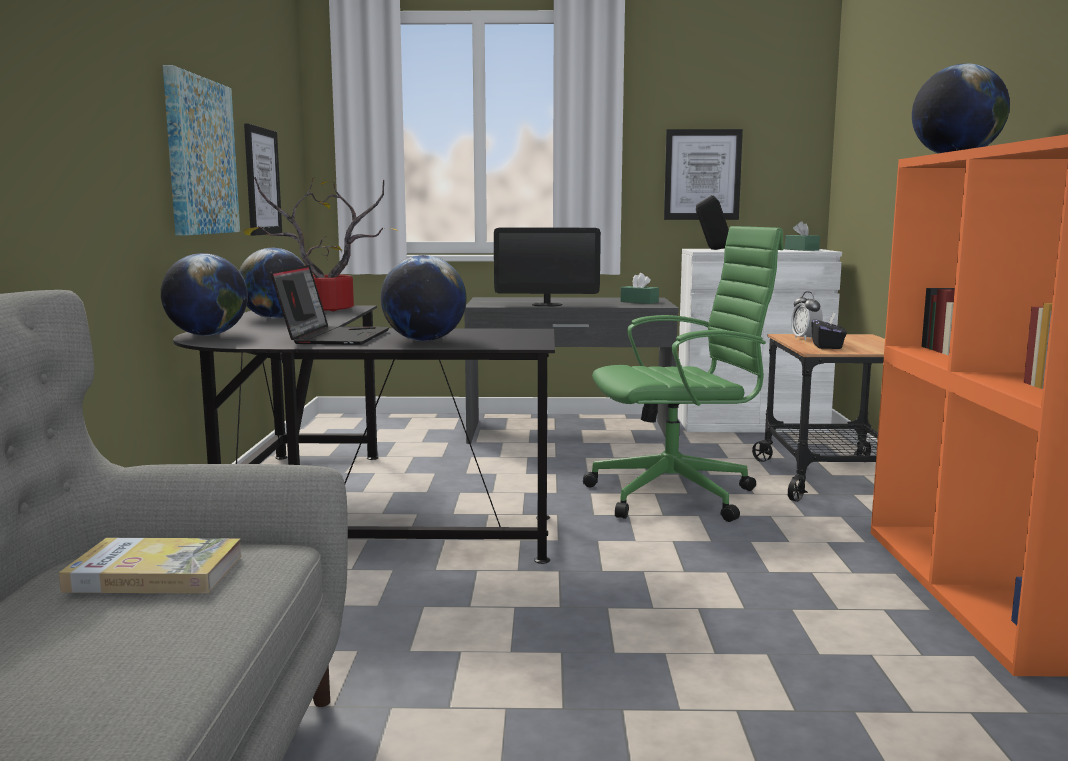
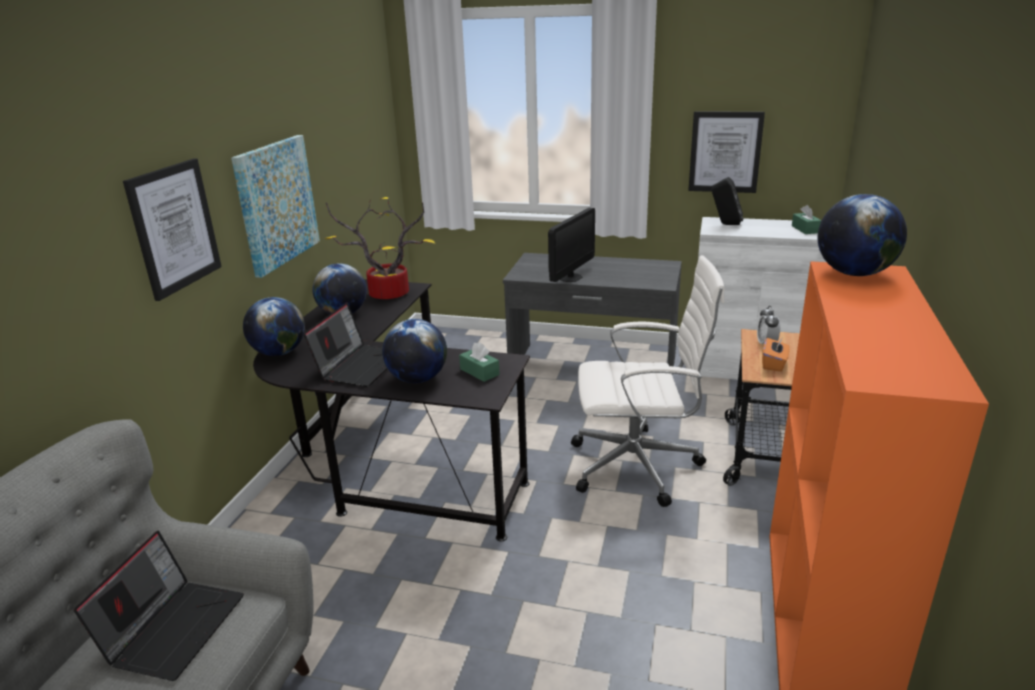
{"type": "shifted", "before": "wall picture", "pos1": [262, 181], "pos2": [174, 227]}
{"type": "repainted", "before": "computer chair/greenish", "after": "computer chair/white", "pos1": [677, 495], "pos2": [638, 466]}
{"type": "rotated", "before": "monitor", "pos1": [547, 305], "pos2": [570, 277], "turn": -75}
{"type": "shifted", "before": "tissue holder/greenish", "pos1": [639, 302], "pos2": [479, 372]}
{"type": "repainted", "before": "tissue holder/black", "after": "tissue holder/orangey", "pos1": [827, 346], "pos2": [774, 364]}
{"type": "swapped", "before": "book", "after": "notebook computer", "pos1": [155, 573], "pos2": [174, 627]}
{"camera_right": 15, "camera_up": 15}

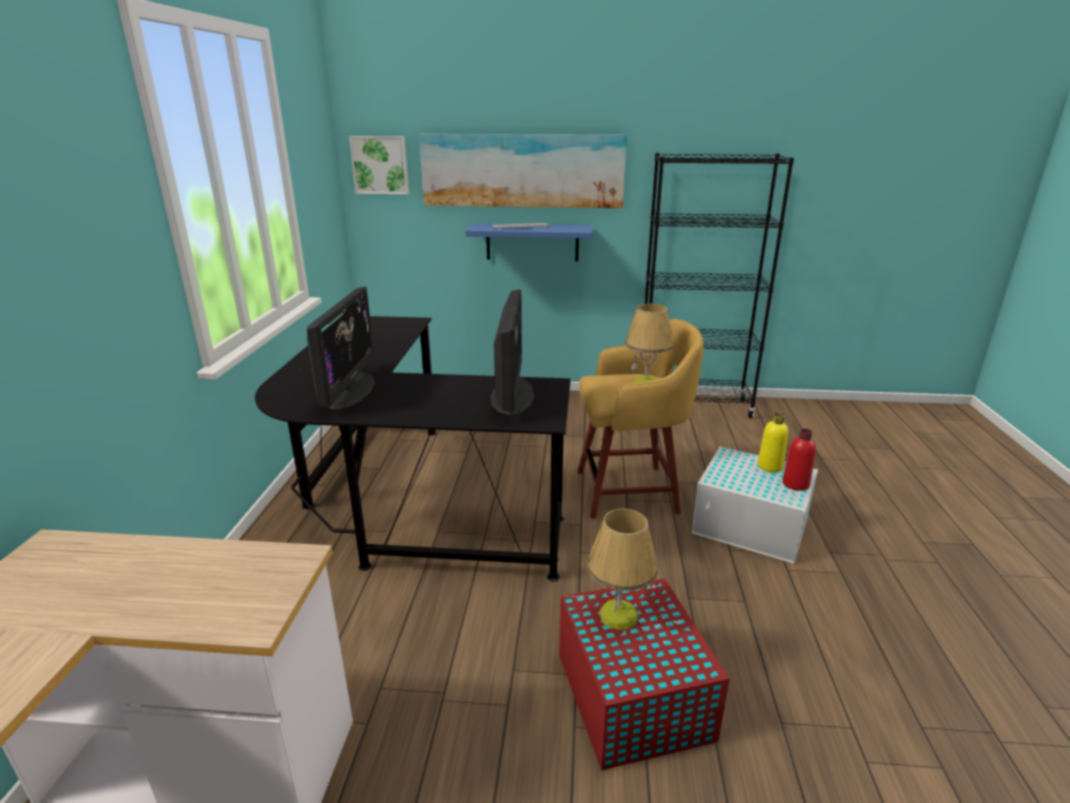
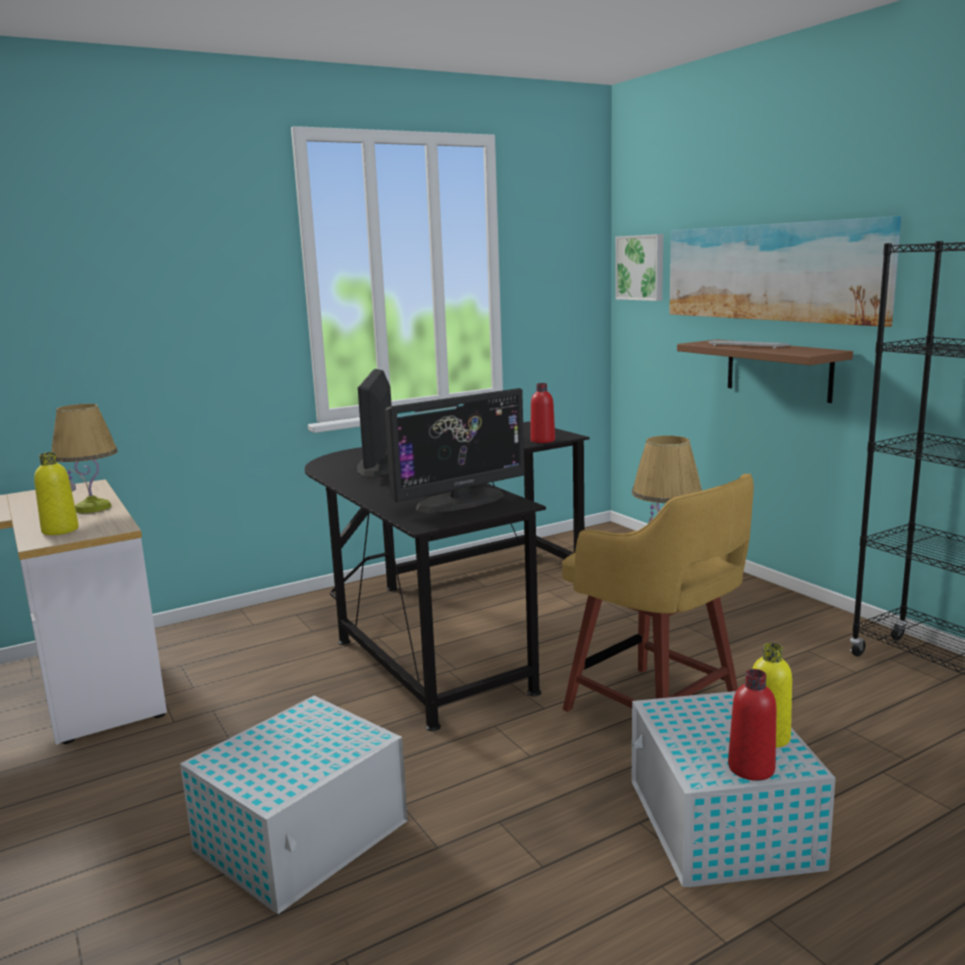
{"type": "repainted", "before": "wall shelf/blue-coloured", "after": "wall shelf/brown-coloured", "pos1": [532, 242], "pos2": [778, 369]}
{"type": "rotated", "before": "monitor", "pos1": [349, 390], "pos2": [379, 465], "turn": 120}
{"type": "shifted", "before": "table lamp", "pos1": [618, 615], "pos2": [93, 508]}
{"type": "repainted", "before": "storage container/reddish", "after": "storage container/white", "pos1": [632, 694], "pos2": [305, 835]}
{"type": "new", "after": "drink bottle/reddish", "pos2": [542, 440]}
{"type": "new", "after": "drink bottle/yellow-coloured", "pos2": [60, 530]}
{"camera_right": 55, "camera_up": -10}

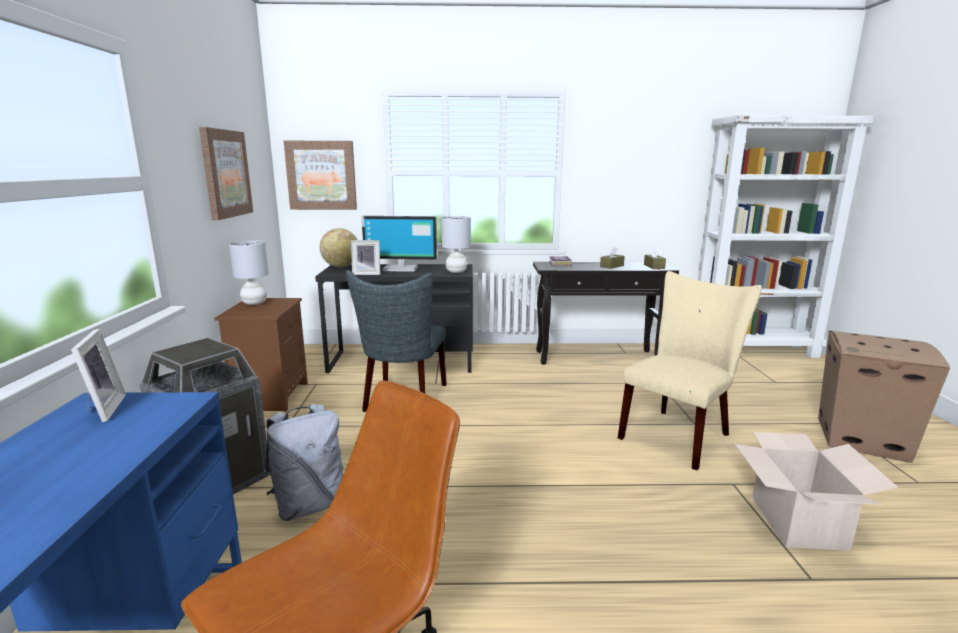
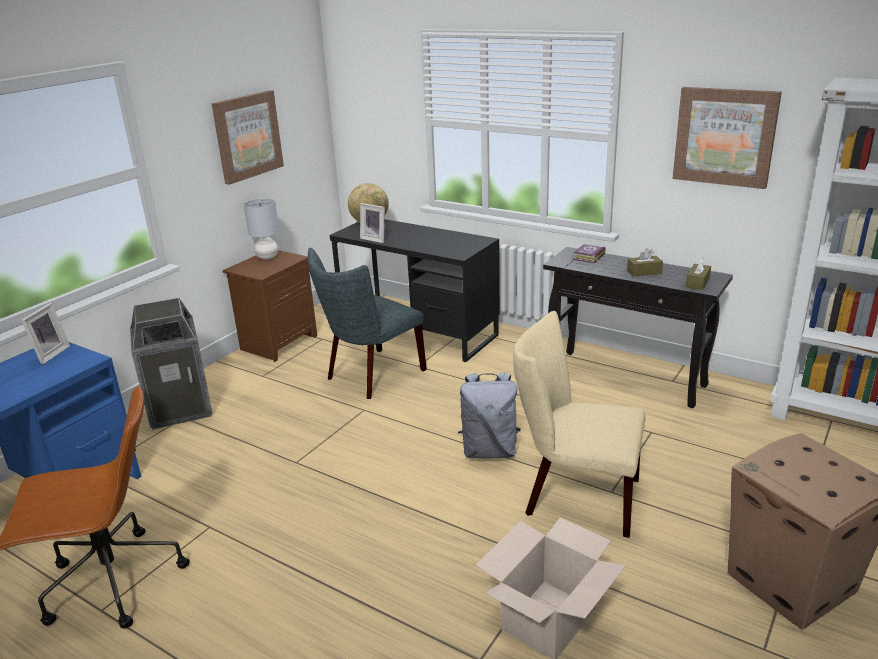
{"type": "shifted", "before": "wall picture", "pos1": [321, 175], "pos2": [725, 136]}
{"type": "gone", "before": "monitor", "pos1": [401, 268]}
{"type": "gone", "before": "table lamp/grey", "pos1": [456, 271]}
{"type": "rotated", "before": "plain chair/beige-coloured", "pos1": [678, 434], "pos2": [574, 496], "turn": -150}
{"type": "shifted", "before": "knapsack/grey", "pos1": [309, 505], "pos2": [489, 450]}
{"camera_right": 35, "camera_up": 10}

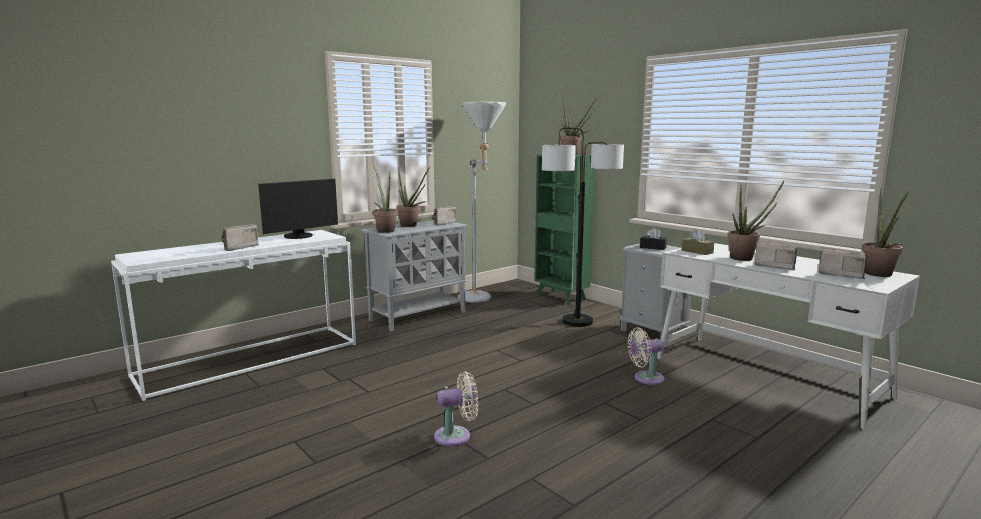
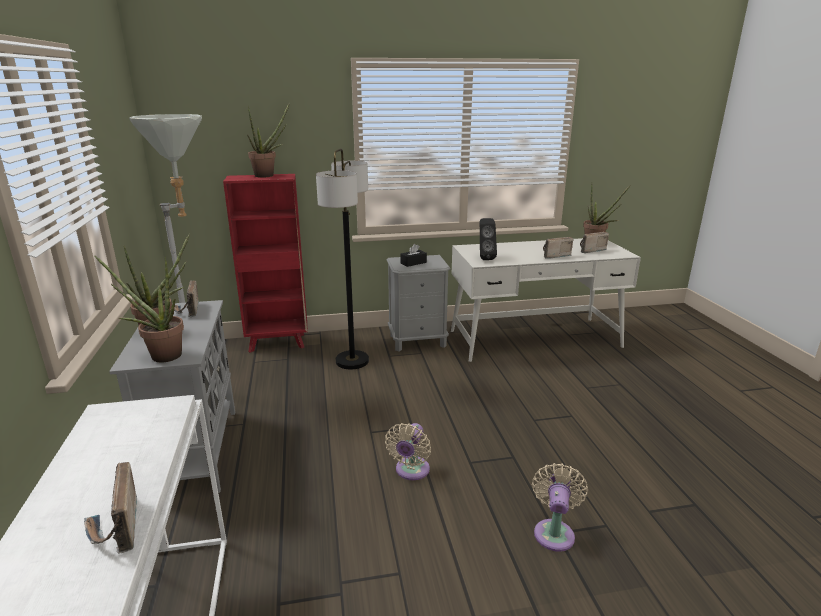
{"type": "repainted", "before": "bookcase/greenish", "after": "bookcase/reddish", "pos1": [561, 297], "pos2": [278, 343]}
{"type": "gone", "before": "monitor", "pos1": [300, 236]}
{"type": "gone", "before": "plant in a pot", "pos1": [746, 258]}
{"type": "swapped", "before": "tissue holder/brown-coloured", "after": "audio speaker/black", "pos1": [697, 251], "pos2": [484, 258]}
{"type": "shifted", "before": "fan/beige-coloured", "pos1": [645, 379], "pos2": [411, 471]}
{"camera_right": -60, "camera_up": 10}

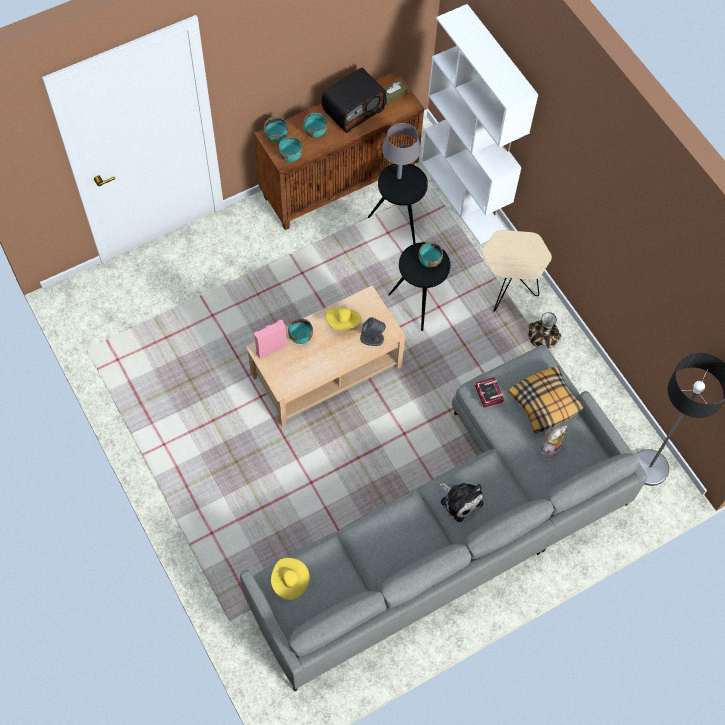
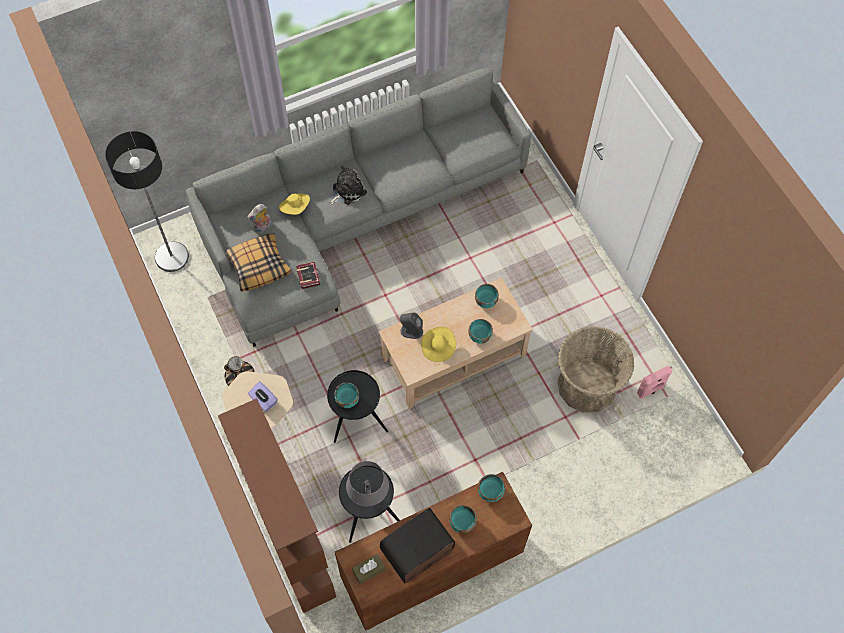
{"type": "repainted", "before": "bookcase/white", "after": "bookcase/brown-coloured", "pos1": [464, 196], "pos2": [293, 547]}
{"type": "shifted", "before": "deep dish/turquoise-coloured", "pos1": [276, 136], "pos2": [486, 301]}
{"type": "shifted", "before": "audio speaker/pinkish", "pos1": [271, 348], "pos2": [650, 391]}
{"type": "rotated", "before": "soft toy", "pos1": [460, 500], "pos2": [347, 191], "turn": 90}
{"type": "shifted", "before": "hat/yellow-coloured", "pos1": [289, 581], "pos2": [295, 208]}
{"type": "new", "after": "basket", "pos2": [587, 385]}
{"type": "new", "after": "tissue holder/purple", "pos2": [264, 401]}
{"camera_right": -175, "camera_up": 0}

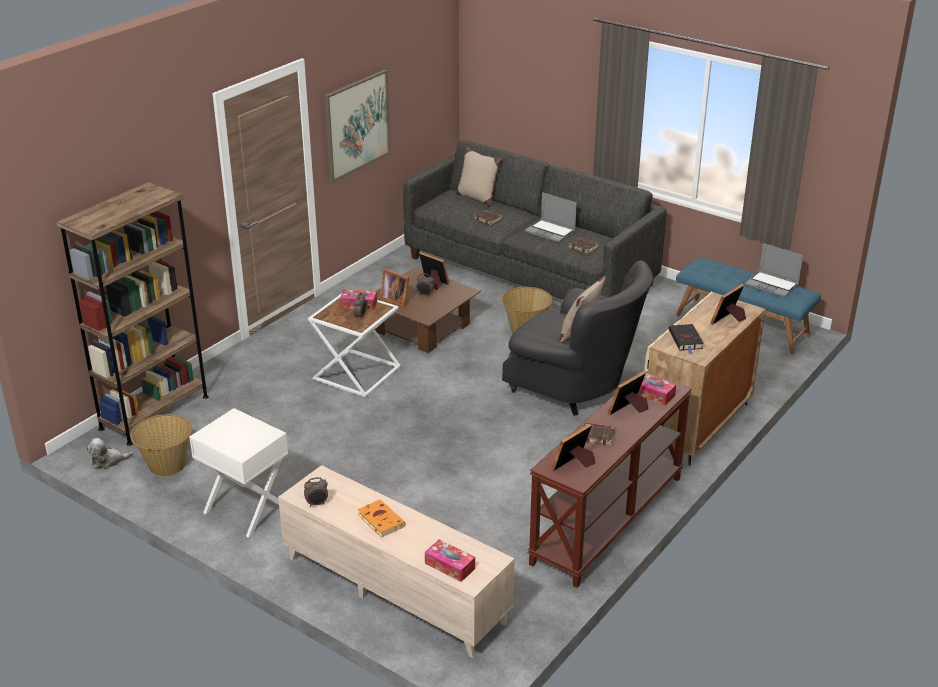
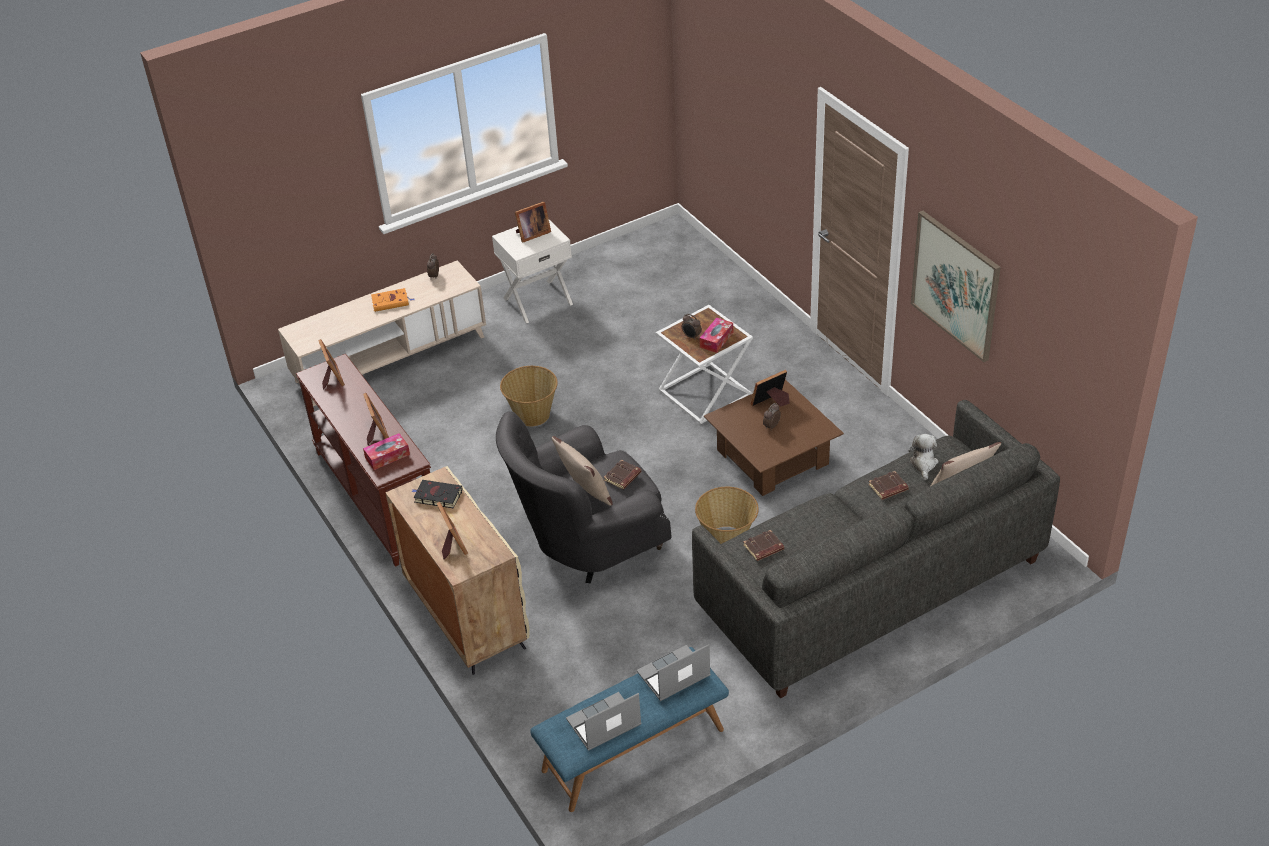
{"type": "gone", "before": "bookcase/brown-coloured", "pos1": [154, 412]}
{"type": "shifted", "before": "notebook computer", "pos1": [551, 232], "pos2": [673, 676]}
{"type": "shifted", "before": "picture frame", "pos1": [433, 283], "pos2": [532, 234]}
{"type": "shifted", "before": "basket", "pos1": [166, 465], "pos2": [532, 414]}
{"type": "shifted", "before": "book/brown-coloured", "pos1": [598, 436], "pos2": [622, 477]}
{"type": "shifted", "before": "soft toy", "pos1": [108, 461], "pos2": [923, 464]}
{"type": "gone", "before": "tissue holder", "pos1": [450, 566]}
{"camera_right": 115, "camera_up": 10}

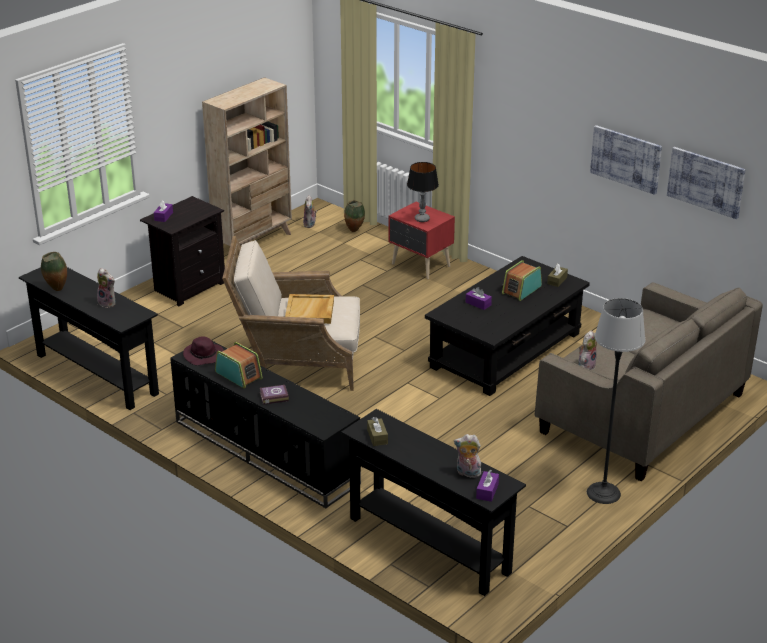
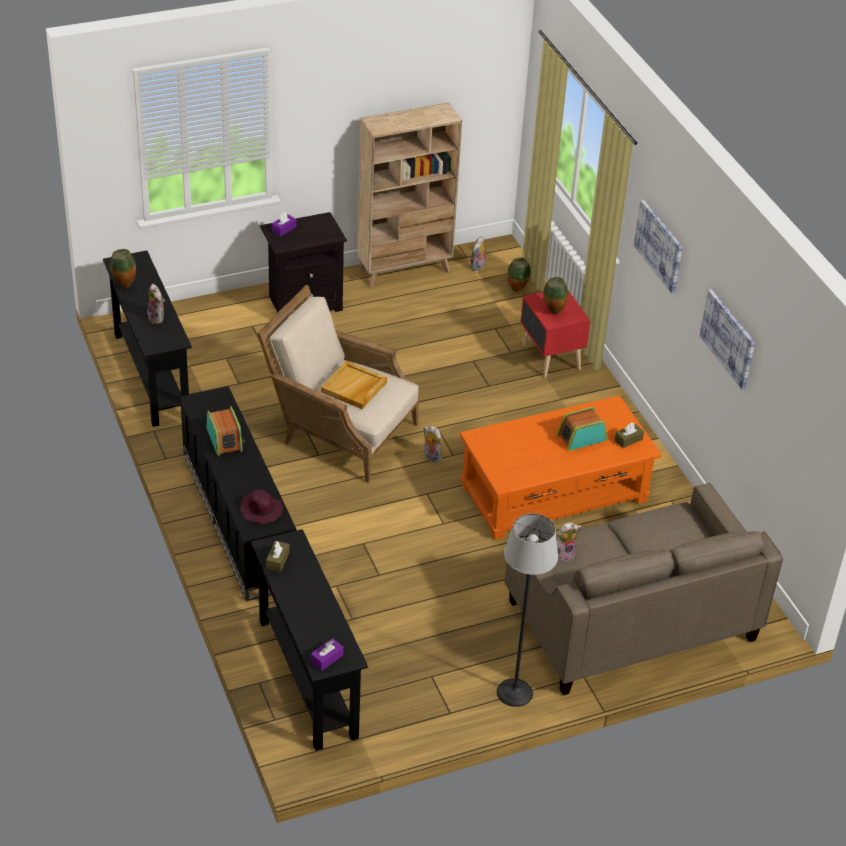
{"type": "shifted", "before": "wall picture", "pos1": [706, 182], "pos2": [659, 245]}
{"type": "swapped", "before": "table lamp", "after": "flower vase", "pos1": [422, 219], "pos2": [553, 312]}
{"type": "repainted", "before": "low table/black", "after": "low table/orangey", "pos1": [505, 350], "pos2": [553, 493]}
{"type": "gone", "before": "tissue holder/purple", "pos1": [478, 304]}
{"type": "shifted", "before": "hat/purple", "pos1": [204, 356], "pos2": [261, 510]}
{"type": "gone", "before": "book", "pos1": [273, 396]}
{"type": "shifted", "before": "soft toy", "pos1": [467, 473], "pos2": [431, 457]}
{"camera_right": 25, "camera_up": 10}

